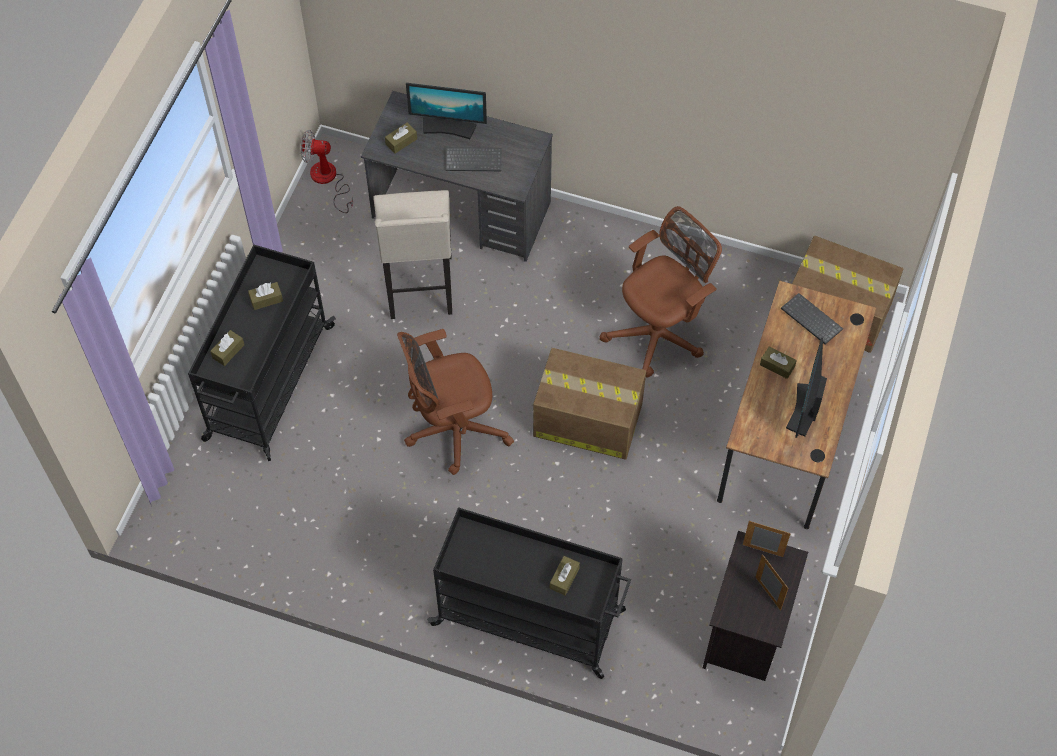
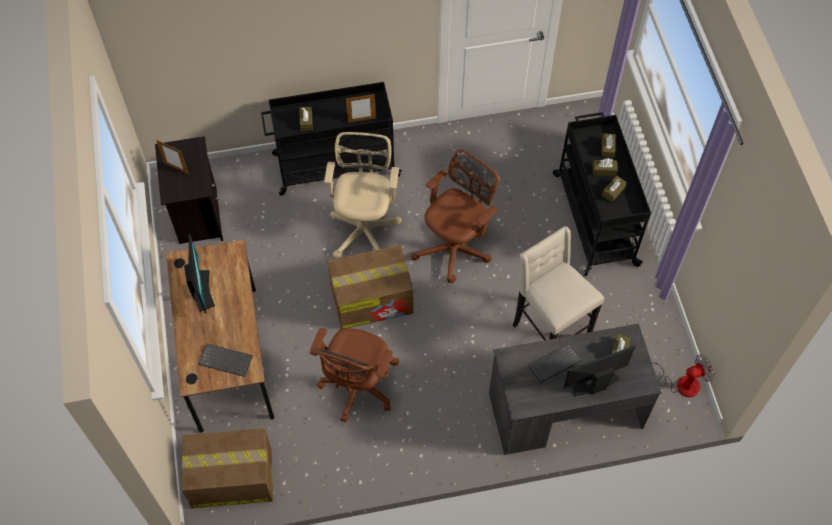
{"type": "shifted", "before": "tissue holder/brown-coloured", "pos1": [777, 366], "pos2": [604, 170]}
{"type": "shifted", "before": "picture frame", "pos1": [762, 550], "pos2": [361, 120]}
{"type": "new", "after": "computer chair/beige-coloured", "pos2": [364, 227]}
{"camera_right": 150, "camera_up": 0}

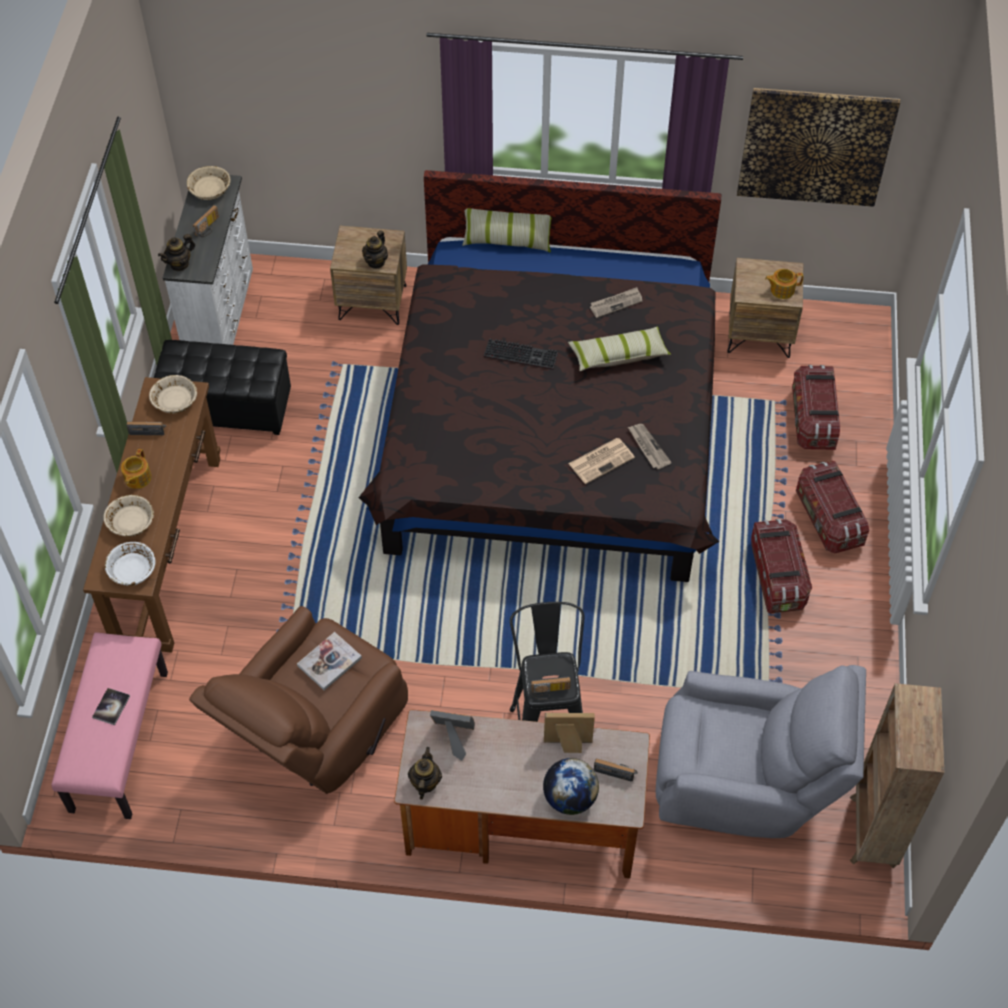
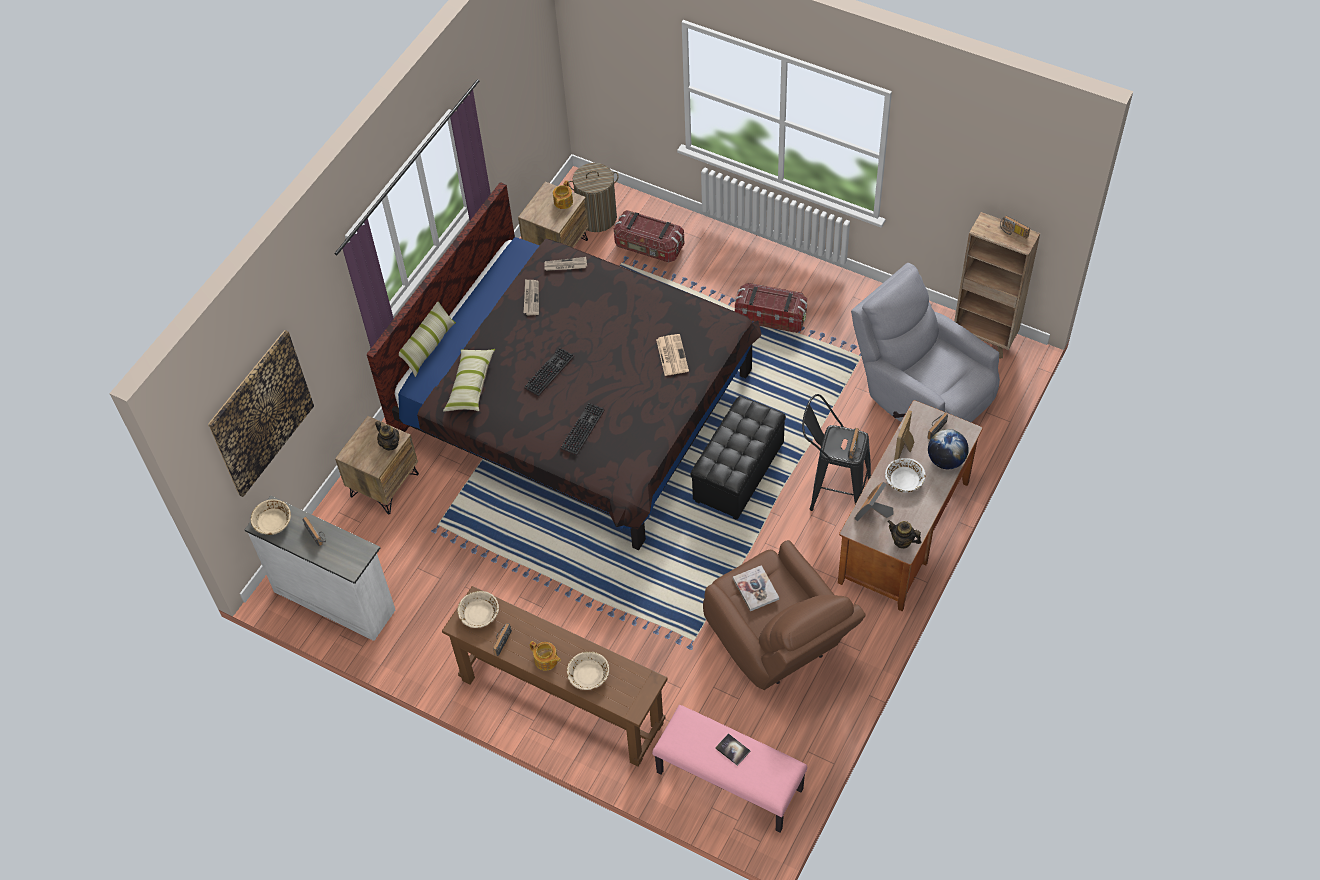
{"type": "shifted", "before": "wall picture", "pos1": [815, 147], "pos2": [261, 413]}
{"type": "gone", "before": "tea pot", "pos1": [180, 264]}
{"type": "shifted", "before": "cushion", "pos1": [618, 355], "pos2": [470, 385]}
{"type": "shifted", "before": "ottoman/black", "pos1": [228, 408], "pos2": [738, 473]}
{"type": "shifted", "before": "printed paper", "pos1": [648, 447], "pos2": [565, 265]}
{"type": "gone", "before": "storage container", "pos1": [828, 518]}
{"type": "shifted", "before": "deep dish/white", "pos1": [132, 570], "pos2": [904, 480]}
{"type": "rotated", "before": "easy chair/grey", "pos1": [746, 781], "pos2": [921, 392], "turn": -75}
{"type": "new", "after": "hamper", "pos2": [597, 217]}
{"type": "new", "after": "radio set", "pos2": [1012, 232]}
{"type": "new", "after": "keyboard", "pos2": [582, 428]}
{"camera_right": -65, "camera_up": 0}

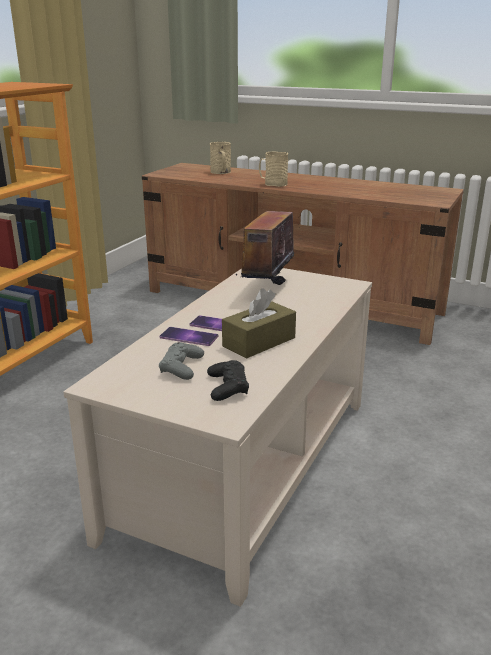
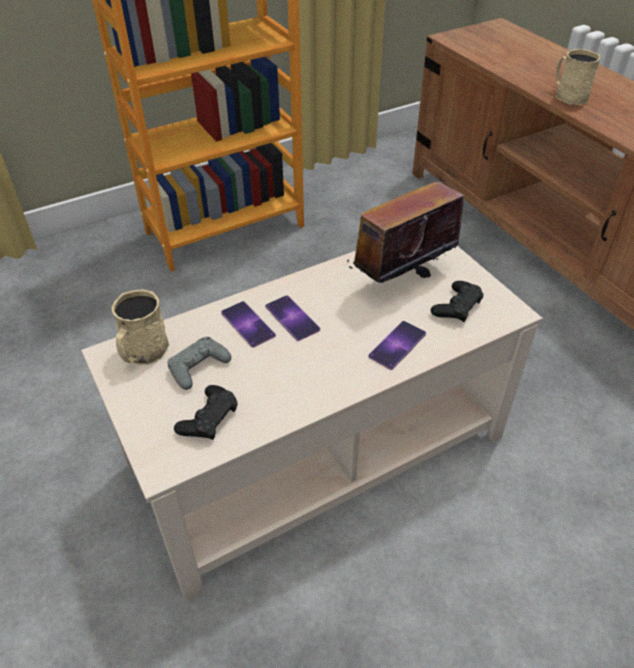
{"type": "shifted", "before": "mug/beige-coloured", "pos1": [221, 172], "pos2": [143, 353]}
{"type": "gone", "before": "tissue holder/brown-coloured", "pos1": [259, 342]}
{"type": "new", "after": "joypad/black", "pos2": [457, 307]}
{"type": "new", "after": "phone", "pos2": [397, 345]}
{"camera_right": 35, "camera_up": 20}

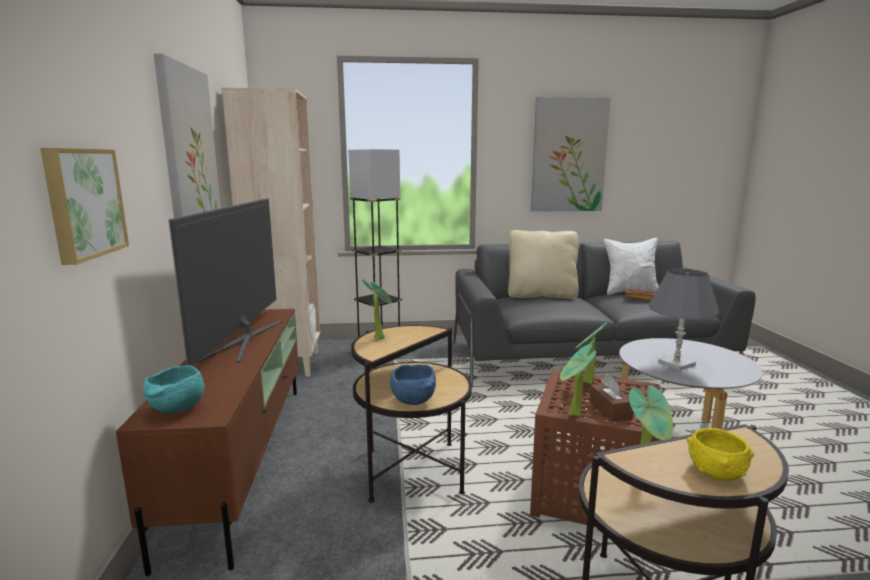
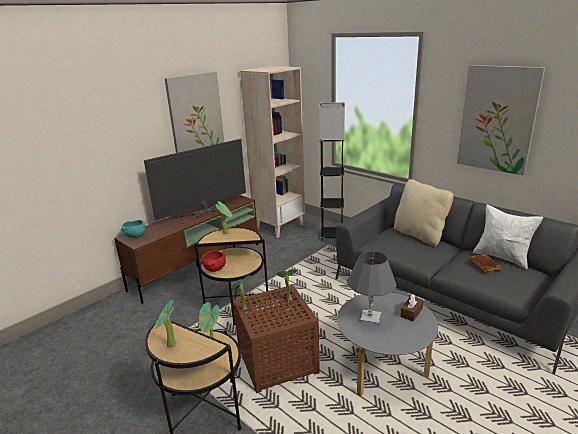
{"type": "gone", "before": "wall picture", "pos1": [83, 203]}
{"type": "repainted", "before": "deep dish/blue-coloured", "after": "deep dish/reddish", "pos1": [414, 401], "pos2": [215, 270]}
{"type": "shifted", "before": "tissue holder/brown-coloured", "pos1": [610, 410], "pos2": [411, 312]}
{"type": "swapped", "before": "deep dish/yellow-coloured", "after": "plant in a pot", "pos1": [716, 471], "pos2": [170, 346]}
{"camera_right": 50, "camera_up": 10}

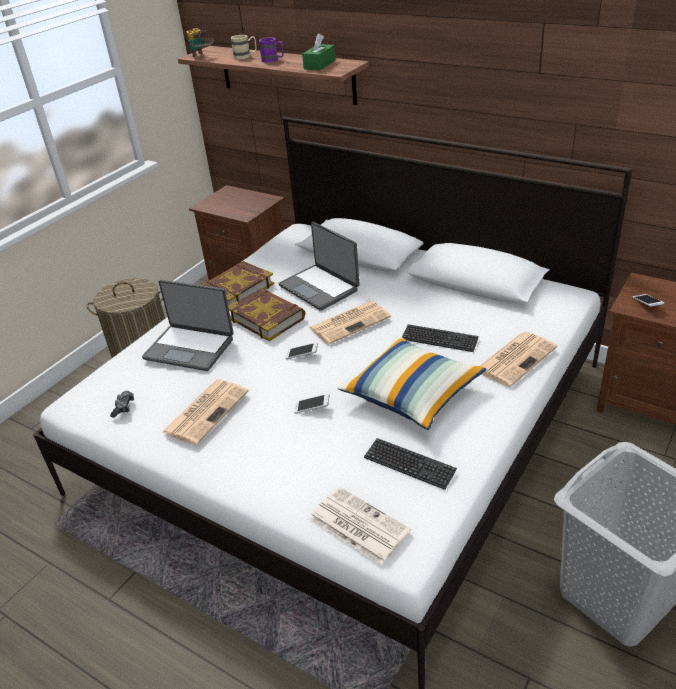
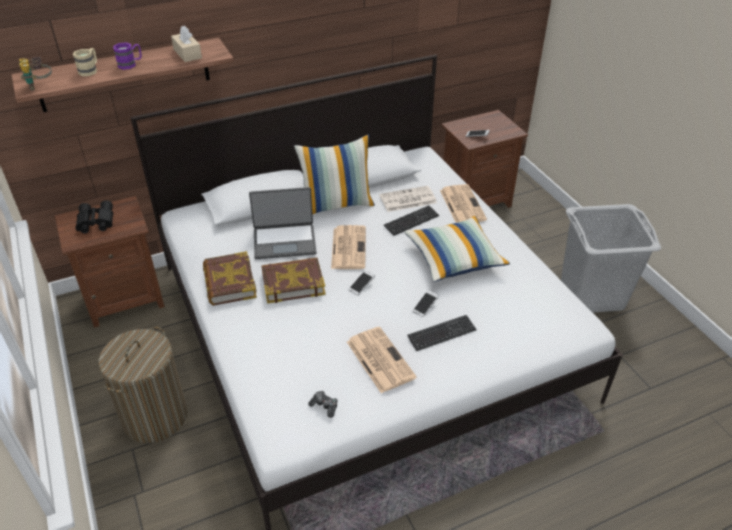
{"type": "repainted", "before": "tissue holder/greenish", "after": "tissue holder/beige-coloured", "pos1": [319, 65], "pos2": [187, 54]}
{"type": "gone", "before": "notebook computer", "pos1": [190, 348]}
{"type": "shifted", "before": "keyboard", "pos1": [409, 464], "pos2": [441, 334]}
{"type": "shifted", "before": "printed paper", "pos1": [357, 525], "pos2": [407, 200]}
{"type": "new", "after": "cushion", "pos2": [336, 204]}
{"type": "new", "after": "pair of binoculars/black", "pos2": [95, 222]}
{"camera_right": -60, "camera_up": 5}

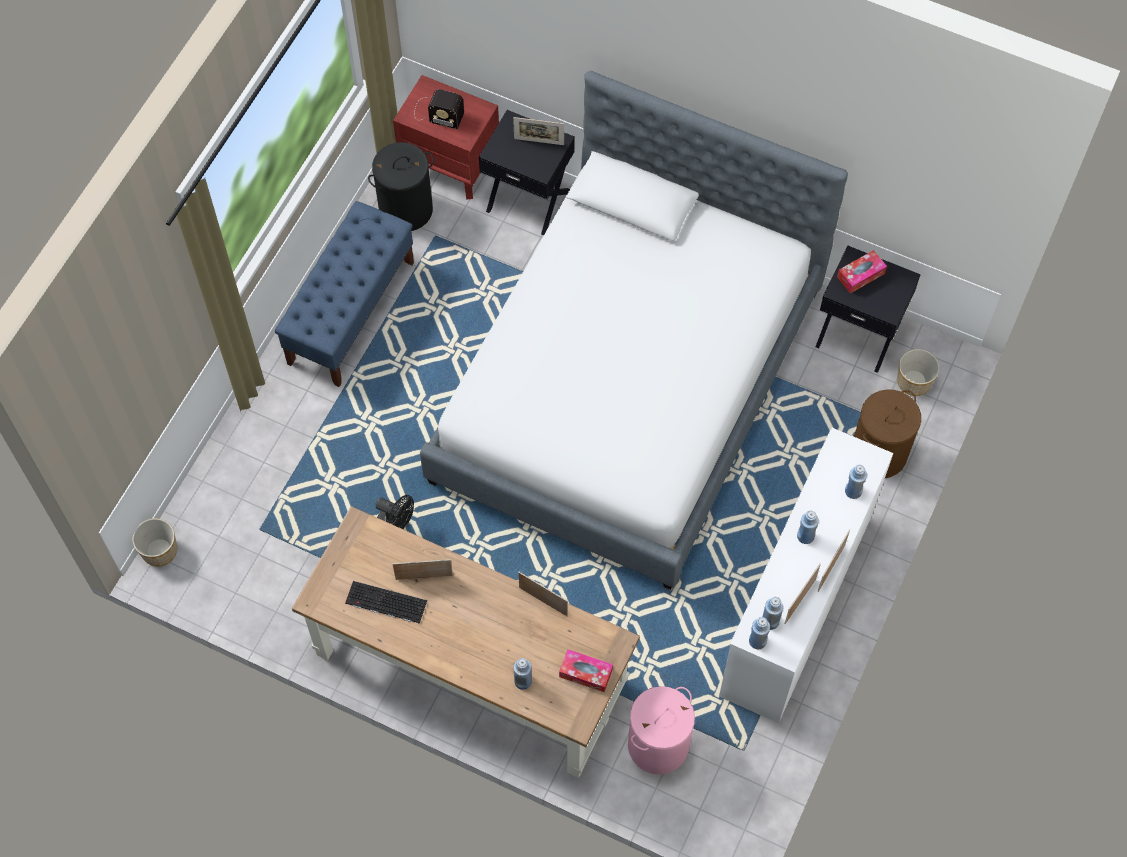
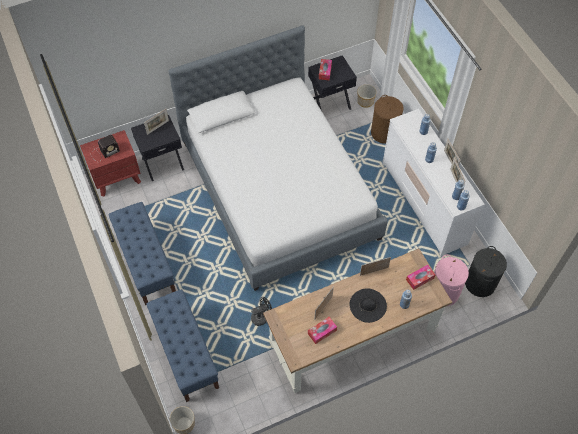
{"type": "shifted", "before": "hamper/black", "pos1": [405, 210], "pos2": [480, 283]}
{"type": "swapped", "before": "keyboard", "after": "tissue holder", "pos1": [385, 603], "pos2": [322, 332]}
{"type": "new", "after": "hat/black", "pos2": [368, 305]}
{"type": "new", "after": "bench/blue-coloured", "pos2": [185, 353]}
{"camera_right": -50, "camera_up": -5}

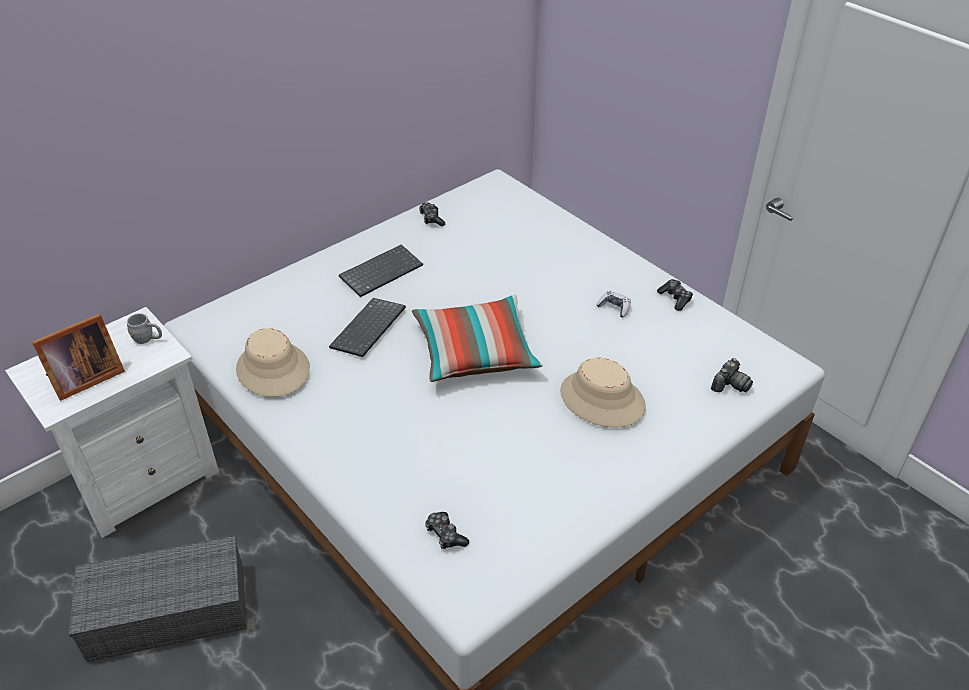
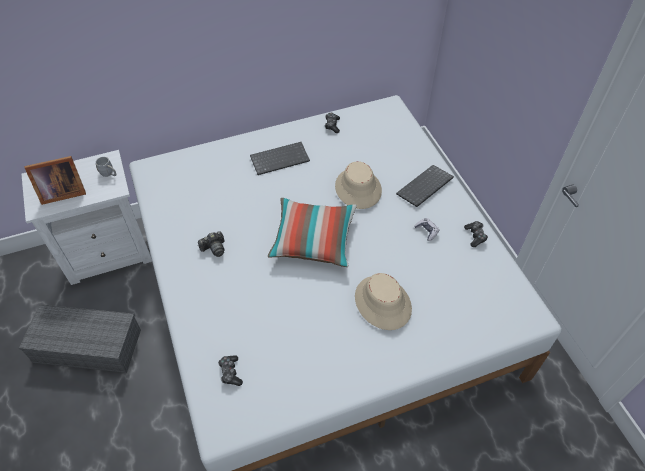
{"type": "shifted", "before": "keyboard", "pos1": [369, 330], "pos2": [425, 187]}
{"type": "shifted", "before": "hat/beige-coloured", "pos1": [272, 369], "pos2": [358, 189]}
{"type": "shifted", "before": "photo camera", "pos1": [730, 385], "pos2": [214, 248]}
{"camera_right": 20, "camera_up": 10}

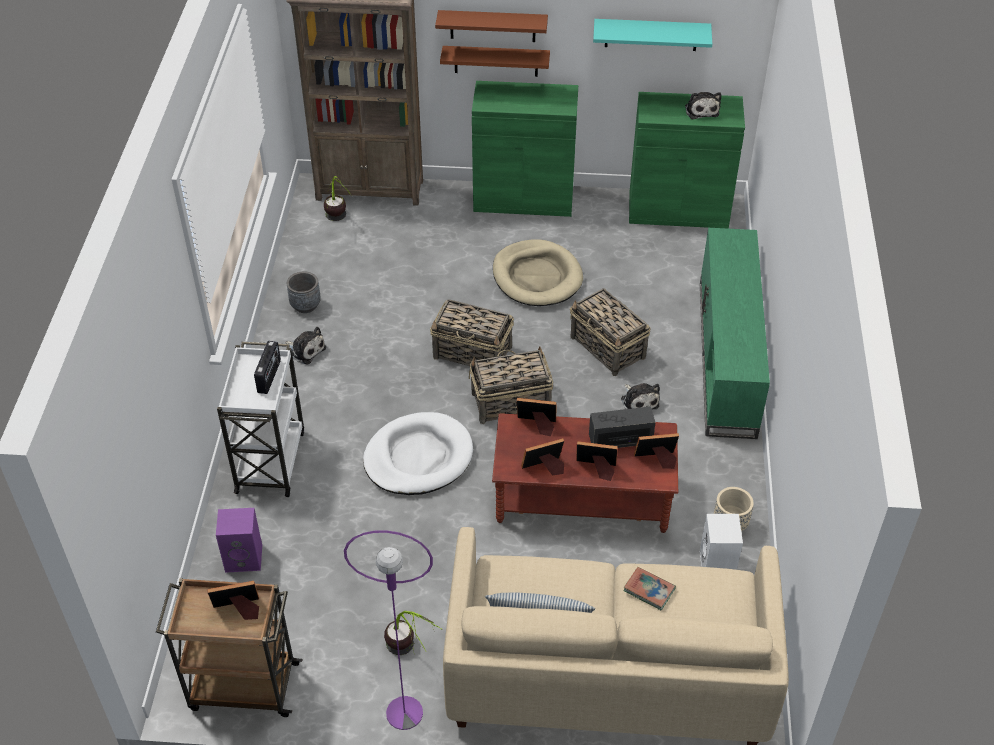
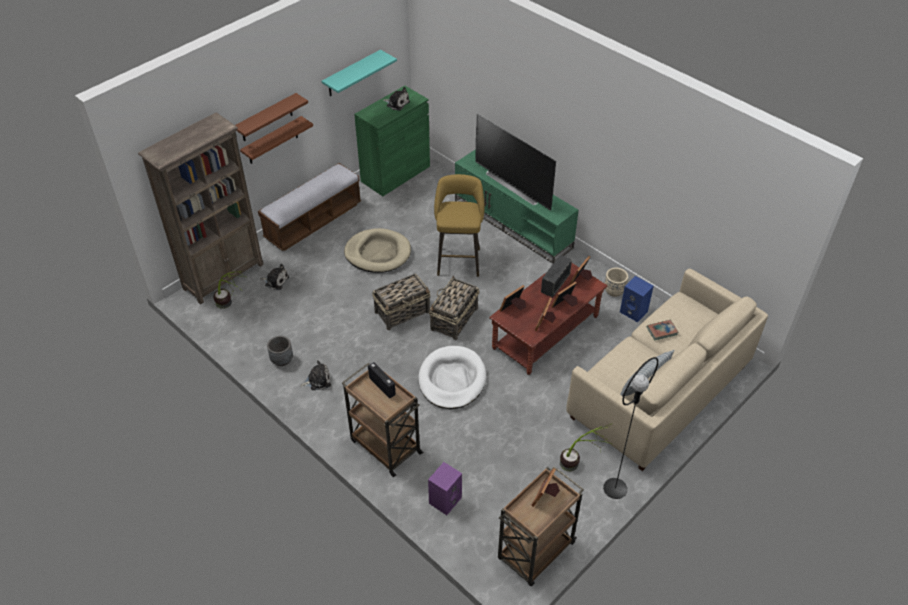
{"type": "swapped", "before": "cupboard/greenish", "after": "bench", "pos1": [523, 198], "pos2": [313, 221]}
{"type": "swapped", "before": "basket", "after": "stool/yellow-coloured", "pos1": [608, 348], "pos2": [459, 259]}
{"type": "repainted", "before": "cart/white", "after": "cart/brown-coloured", "pos1": [270, 460], "pos2": [385, 446]}
{"type": "shifted", "before": "soft toy", "pos1": [639, 401], "pos2": [275, 281]}
{"type": "repainted", "before": "audio speaker/white", "after": "audio speaker/blue-coloured", "pos1": [718, 566], "pos2": [634, 312]}
{"type": "repainted", "before": "standard lamp/purple", "after": "standard lamp/black", "pos1": [404, 713], "pos2": [615, 488]}
{"type": "new", "after": "TV", "pos2": [515, 185]}
{"camera_right": -50, "camera_up": 0}

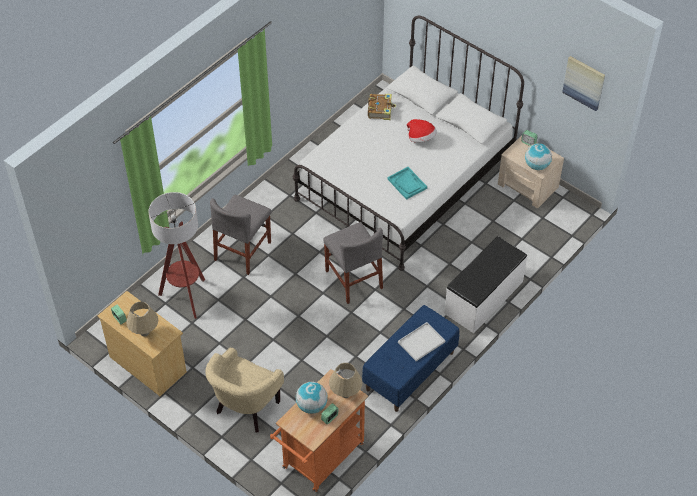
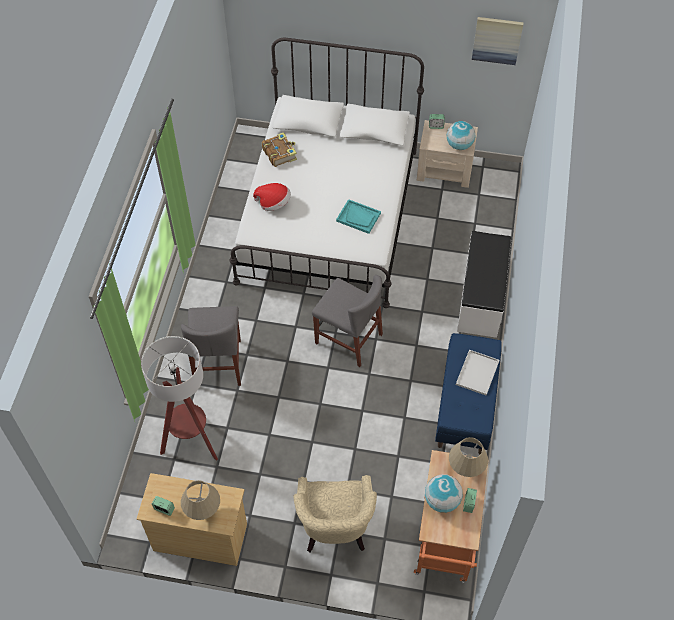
{"type": "shifted", "before": "hat", "pos1": [421, 138], "pos2": [274, 203]}
{"camera_right": -30, "camera_up": 5}

